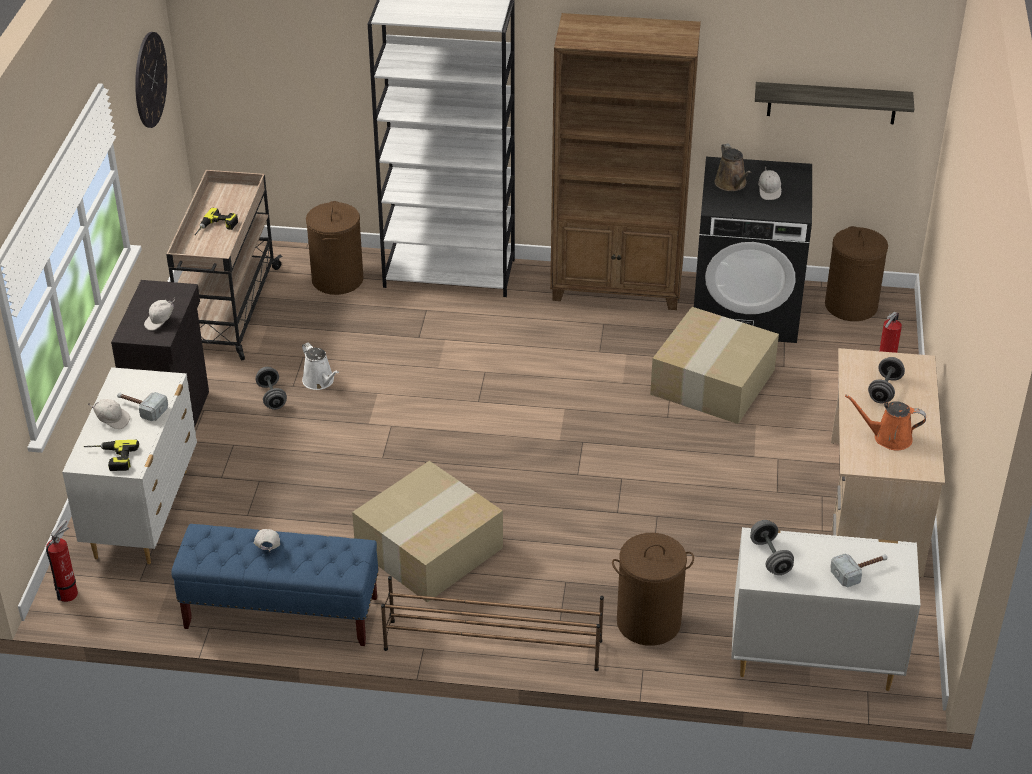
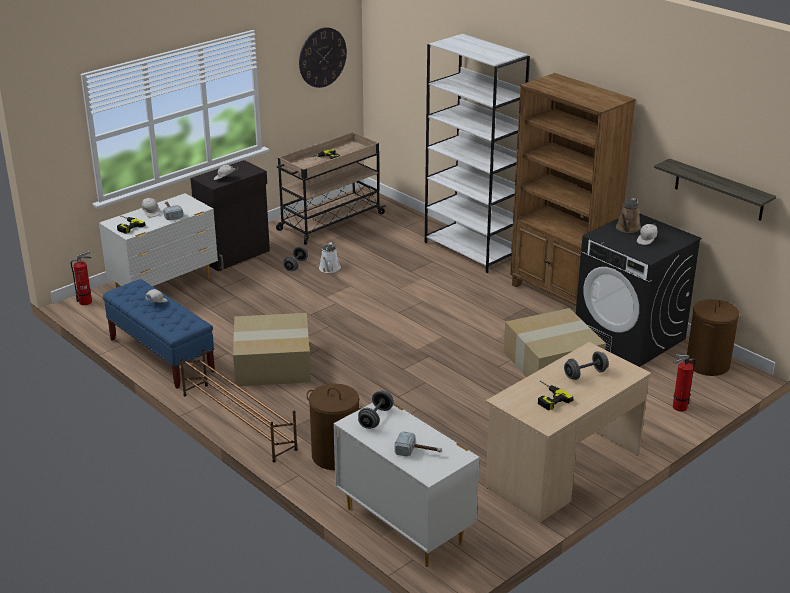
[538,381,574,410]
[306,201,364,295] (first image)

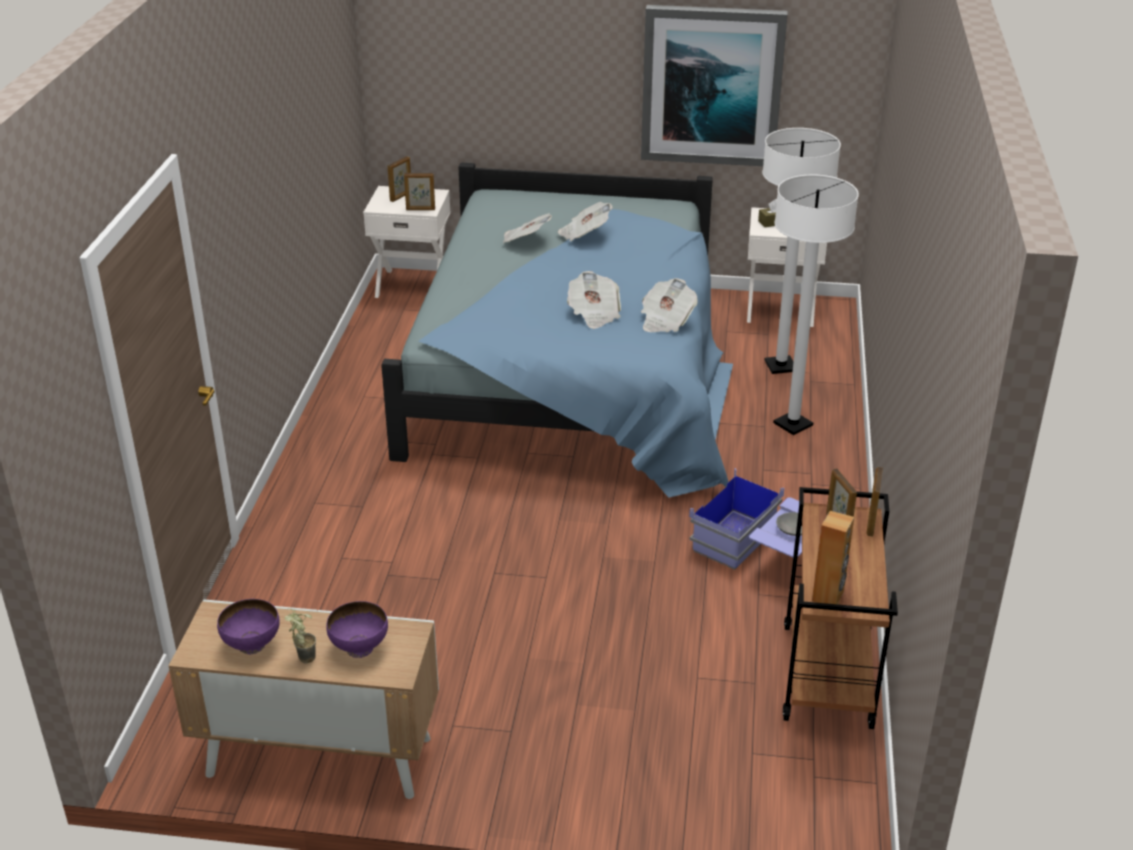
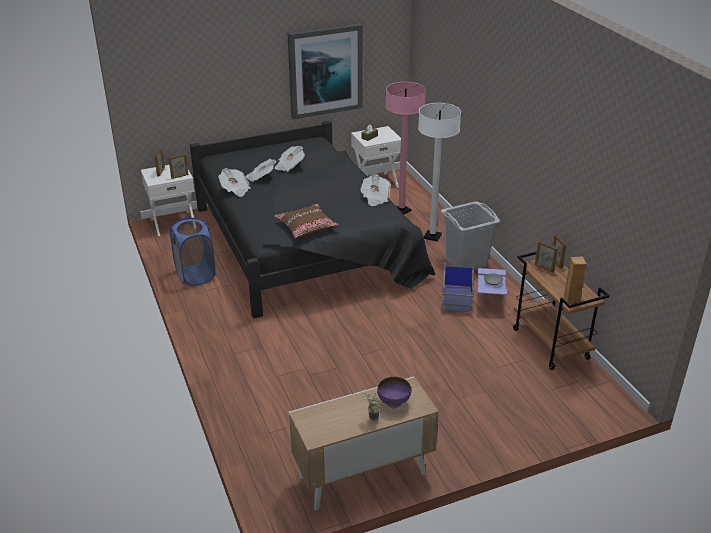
[170,218,215,286]
[190,121,435,318]
[218,168,251,197]
[274,204,339,238]
[385,82,426,215]
[441,201,500,270]
[217,599,280,654] (first image)

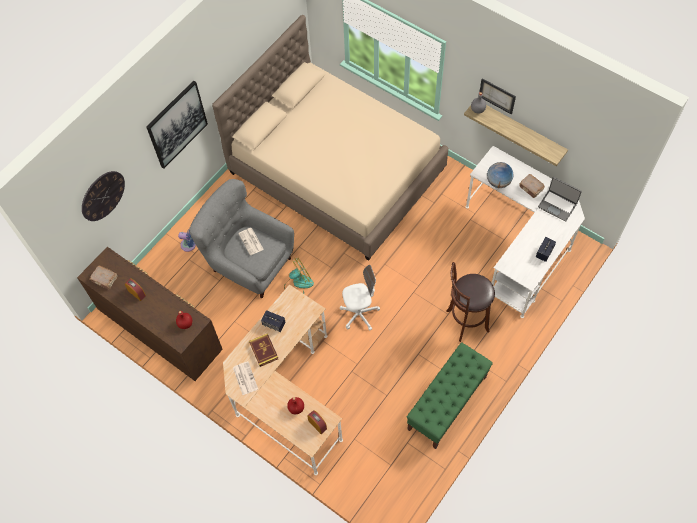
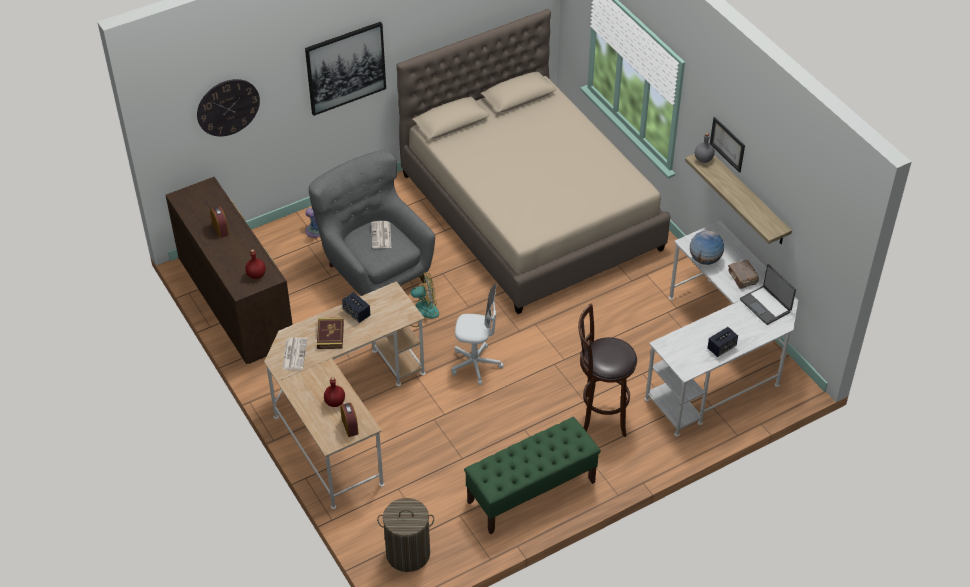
[377,498,434,572]
[89,266,117,289] (first image)

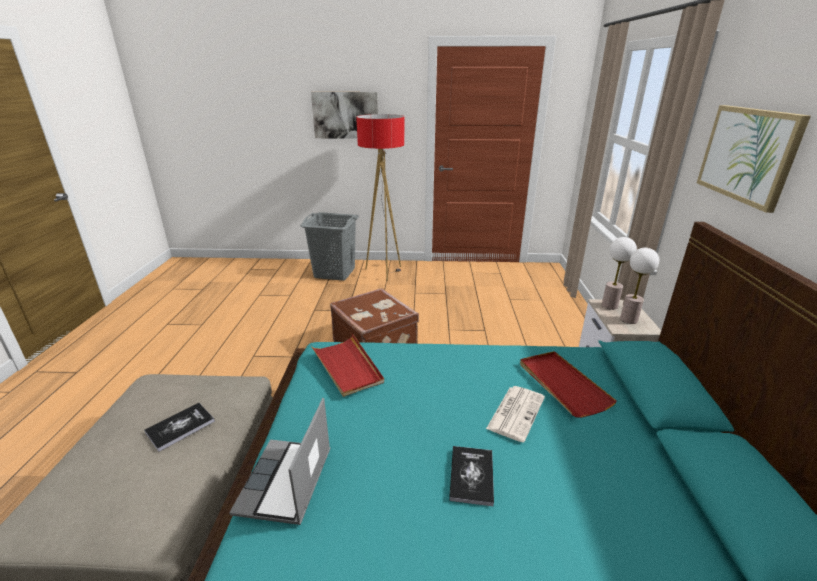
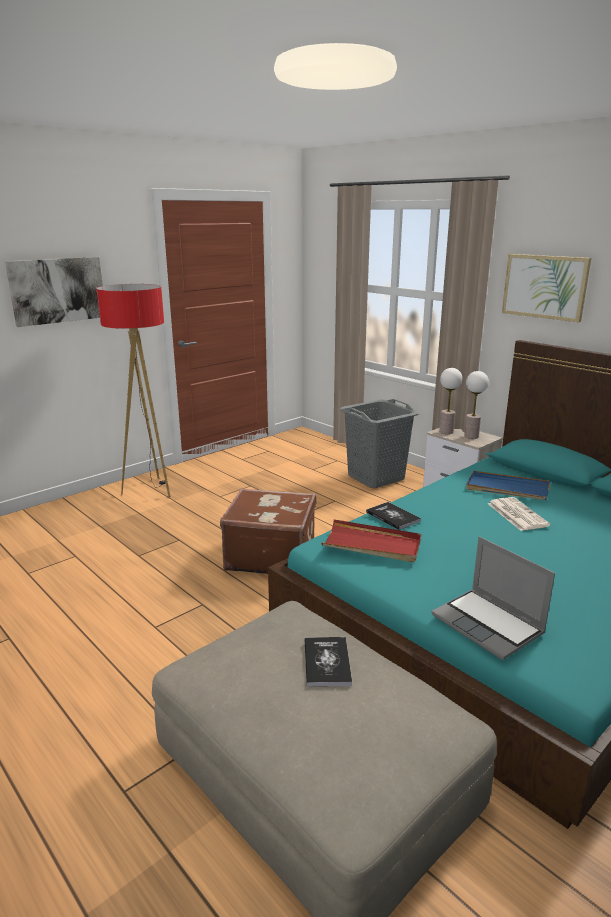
[340,399,419,488]
[366,502,421,530]
[466,471,551,500]

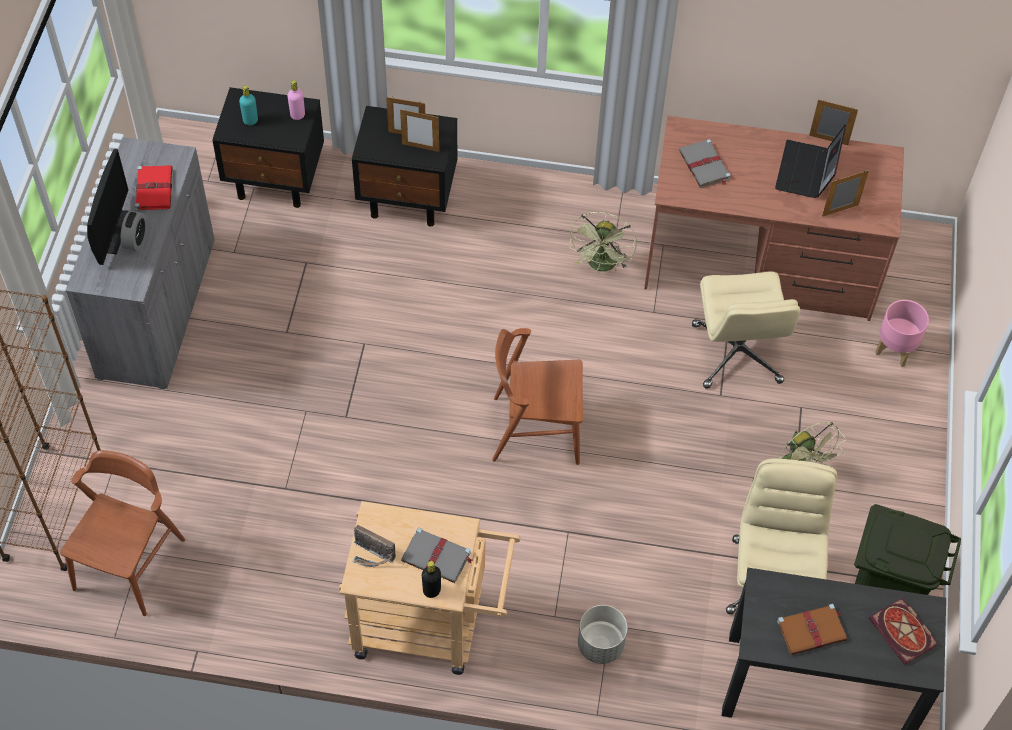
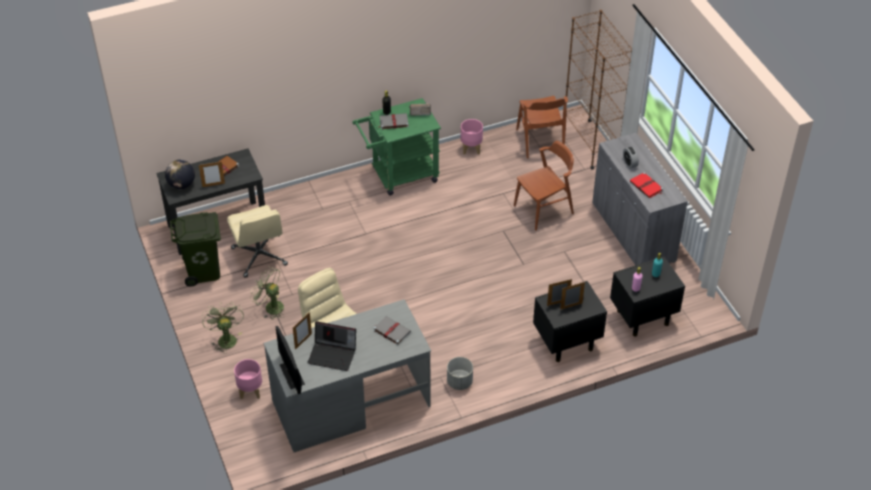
[165,160,195,189]
[199,161,225,187]
[202,301,244,354]
[264,299,431,452]
[275,326,305,394]
[307,321,356,371]
[352,98,441,195]
[447,357,473,390]
[461,119,483,155]
[514,141,574,231]

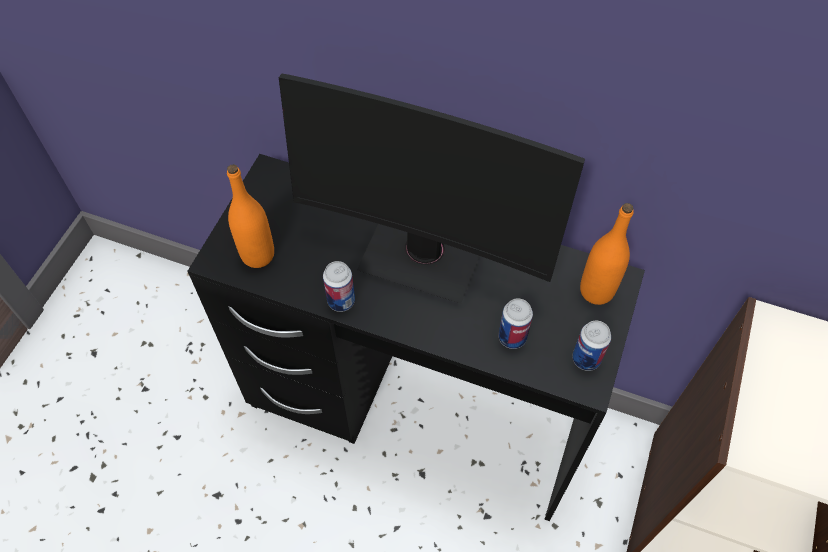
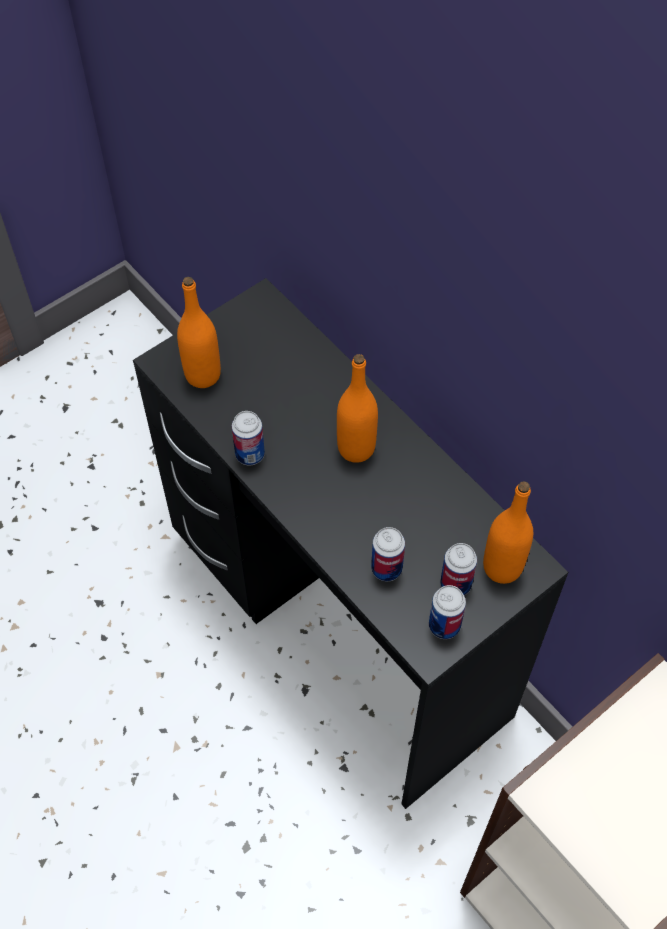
[337,354,378,463]
[440,543,477,595]

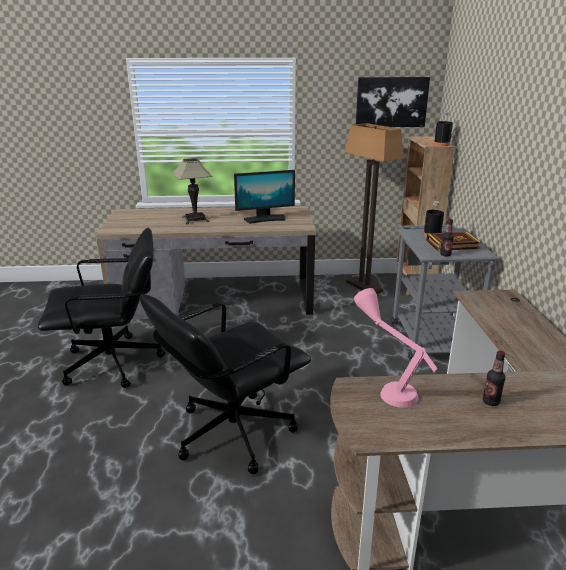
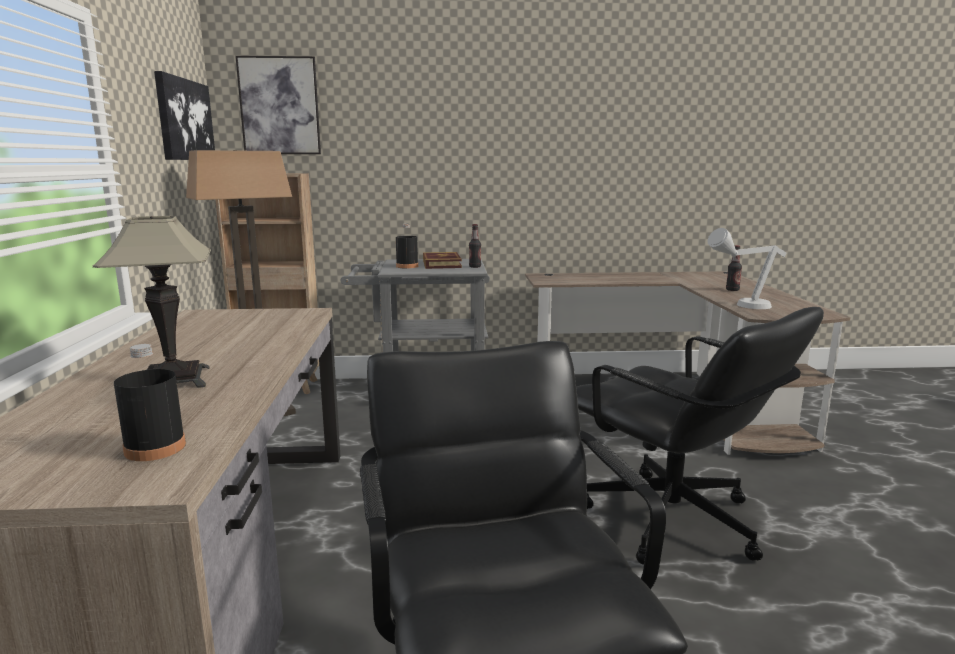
[114,344,186,461]
[235,56,321,154]
[708,228,786,309]
[234,170,295,224] (first image)

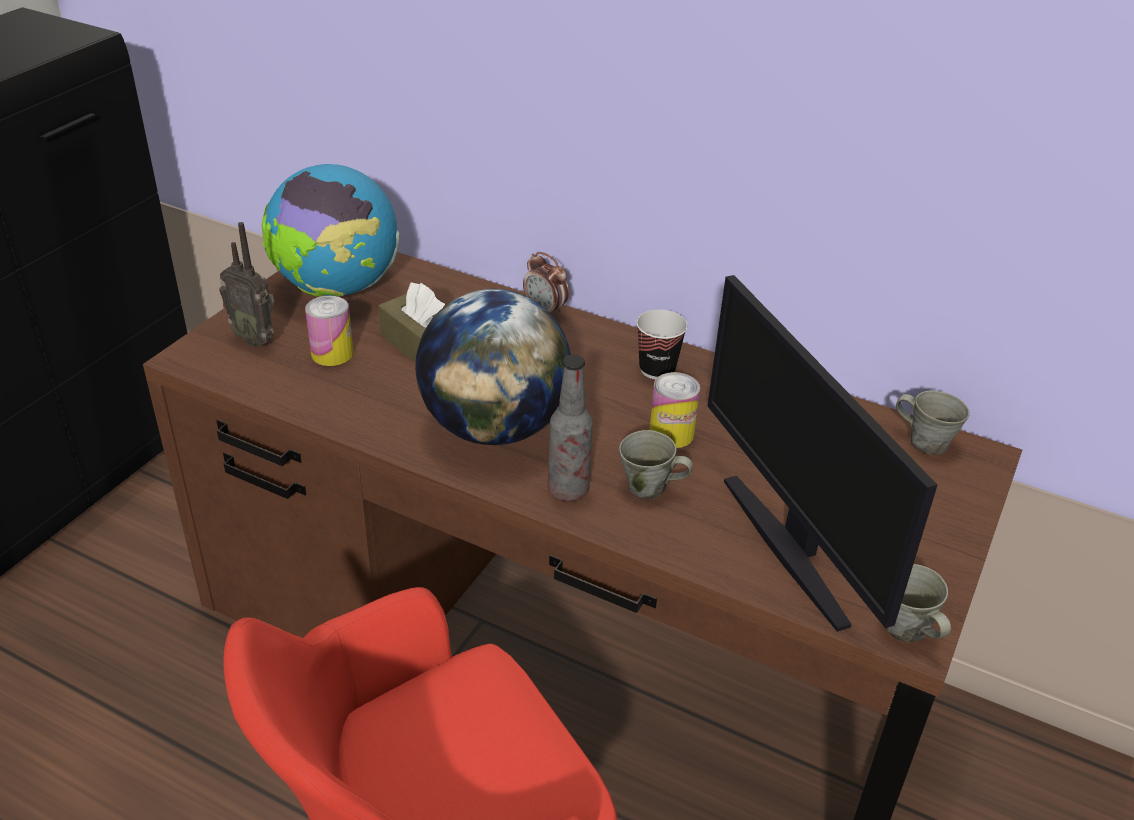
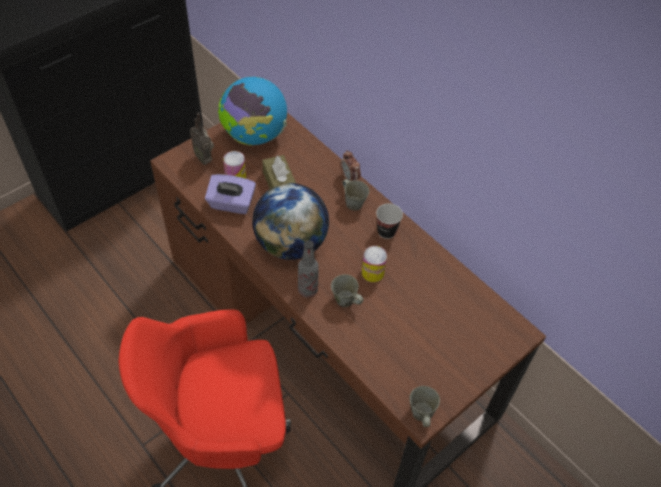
[205,174,256,214]
[343,179,369,211]
[707,275,937,632] (first image)

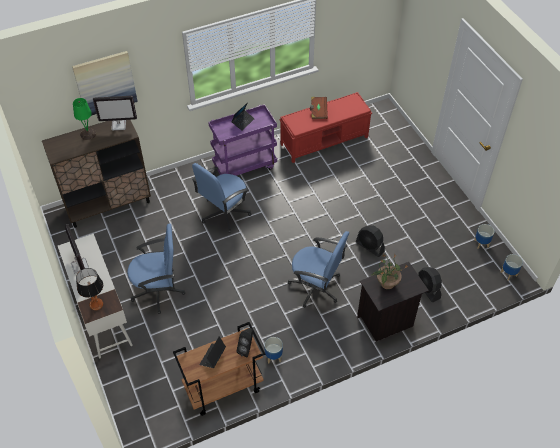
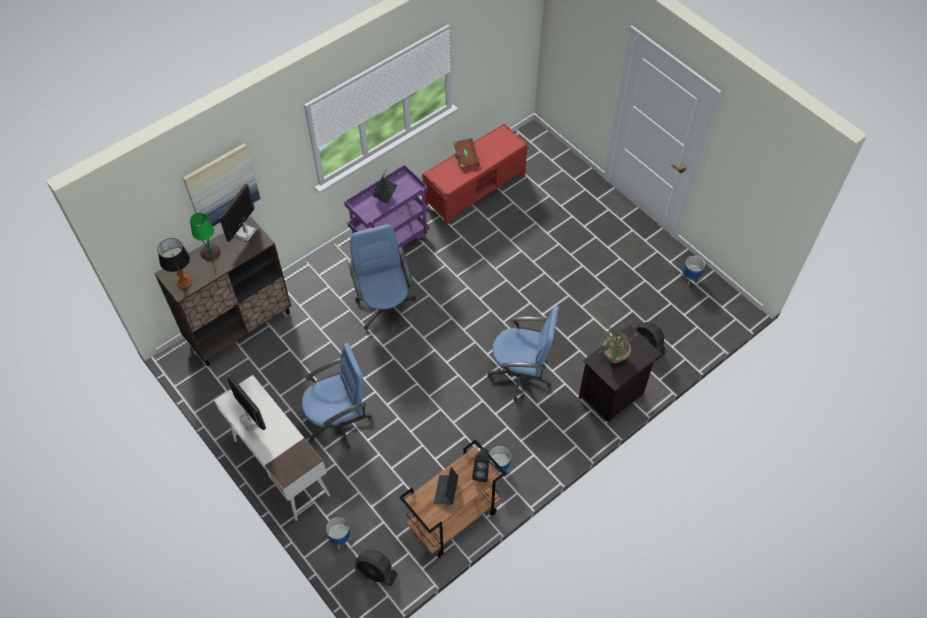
[157,238,192,288]
[219,184,257,242]
[326,517,352,550]
[348,224,416,330]
[355,550,397,586]

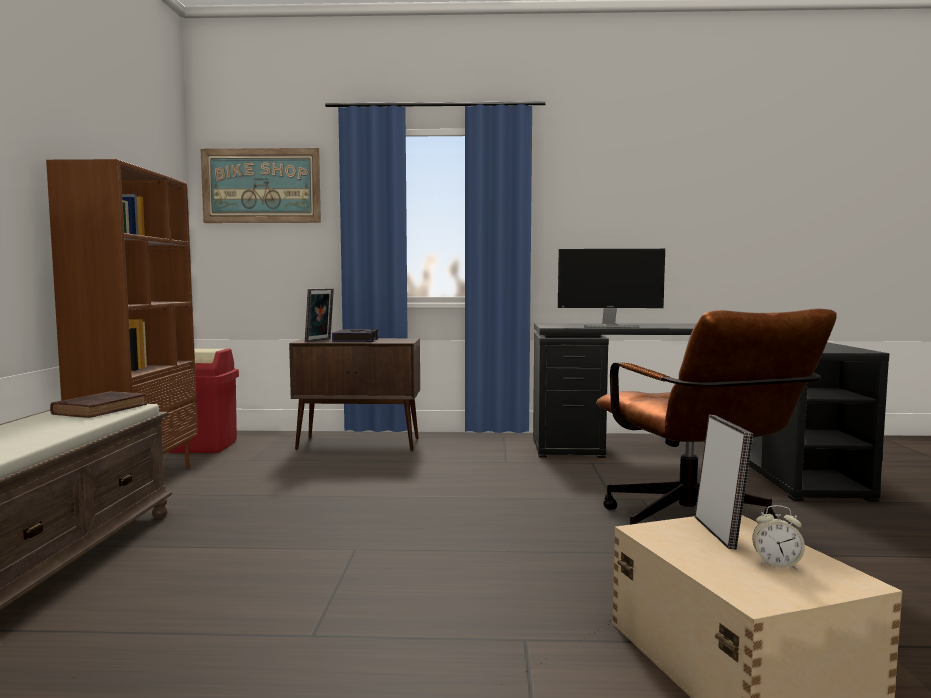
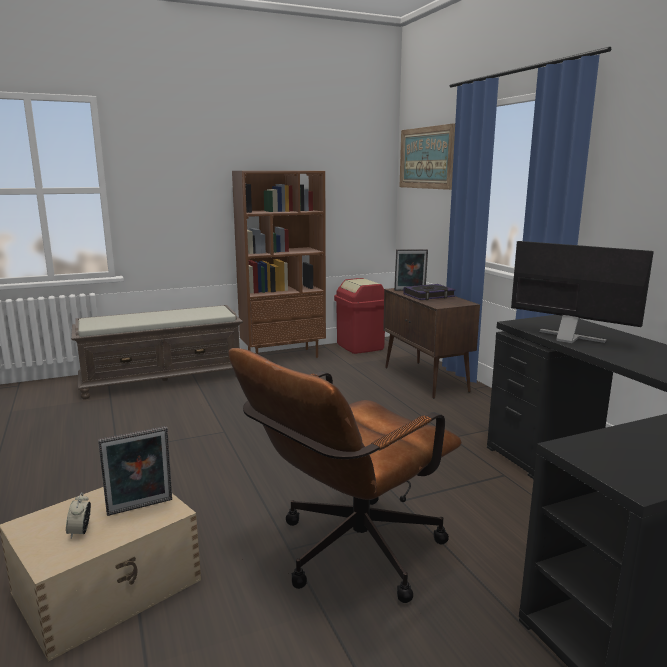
[511,241,654,343]
[50,391,147,418] (first image)

